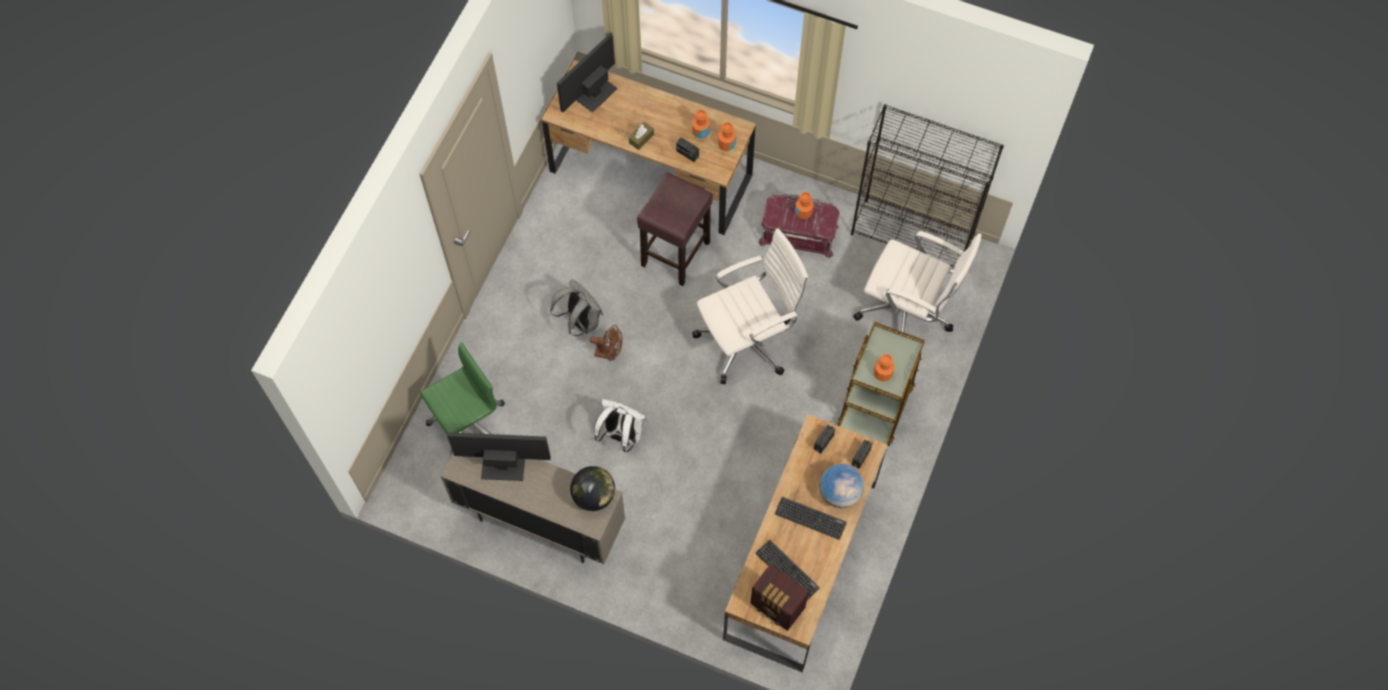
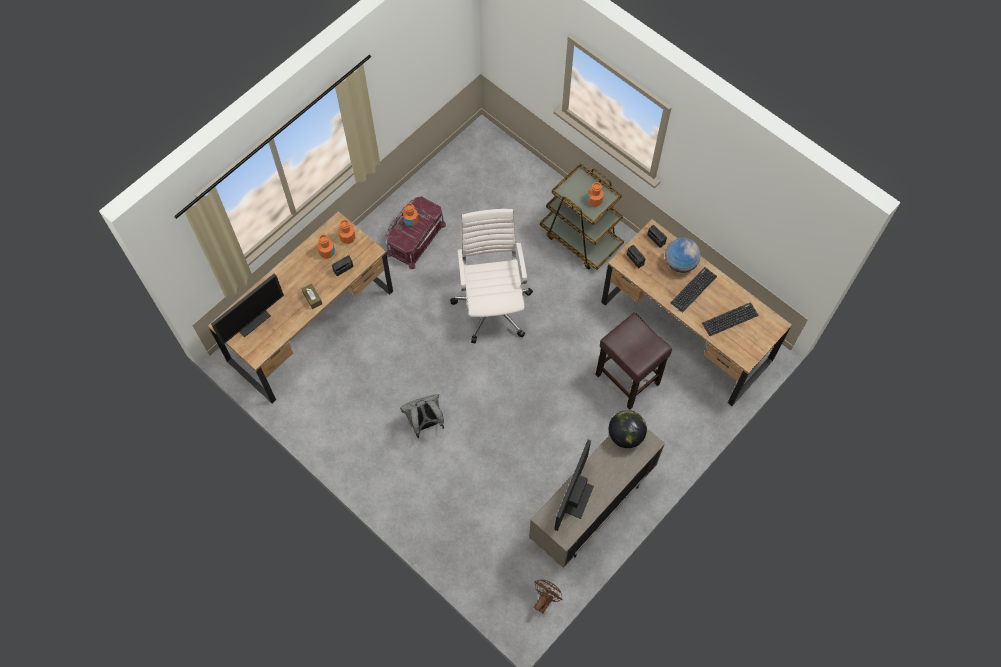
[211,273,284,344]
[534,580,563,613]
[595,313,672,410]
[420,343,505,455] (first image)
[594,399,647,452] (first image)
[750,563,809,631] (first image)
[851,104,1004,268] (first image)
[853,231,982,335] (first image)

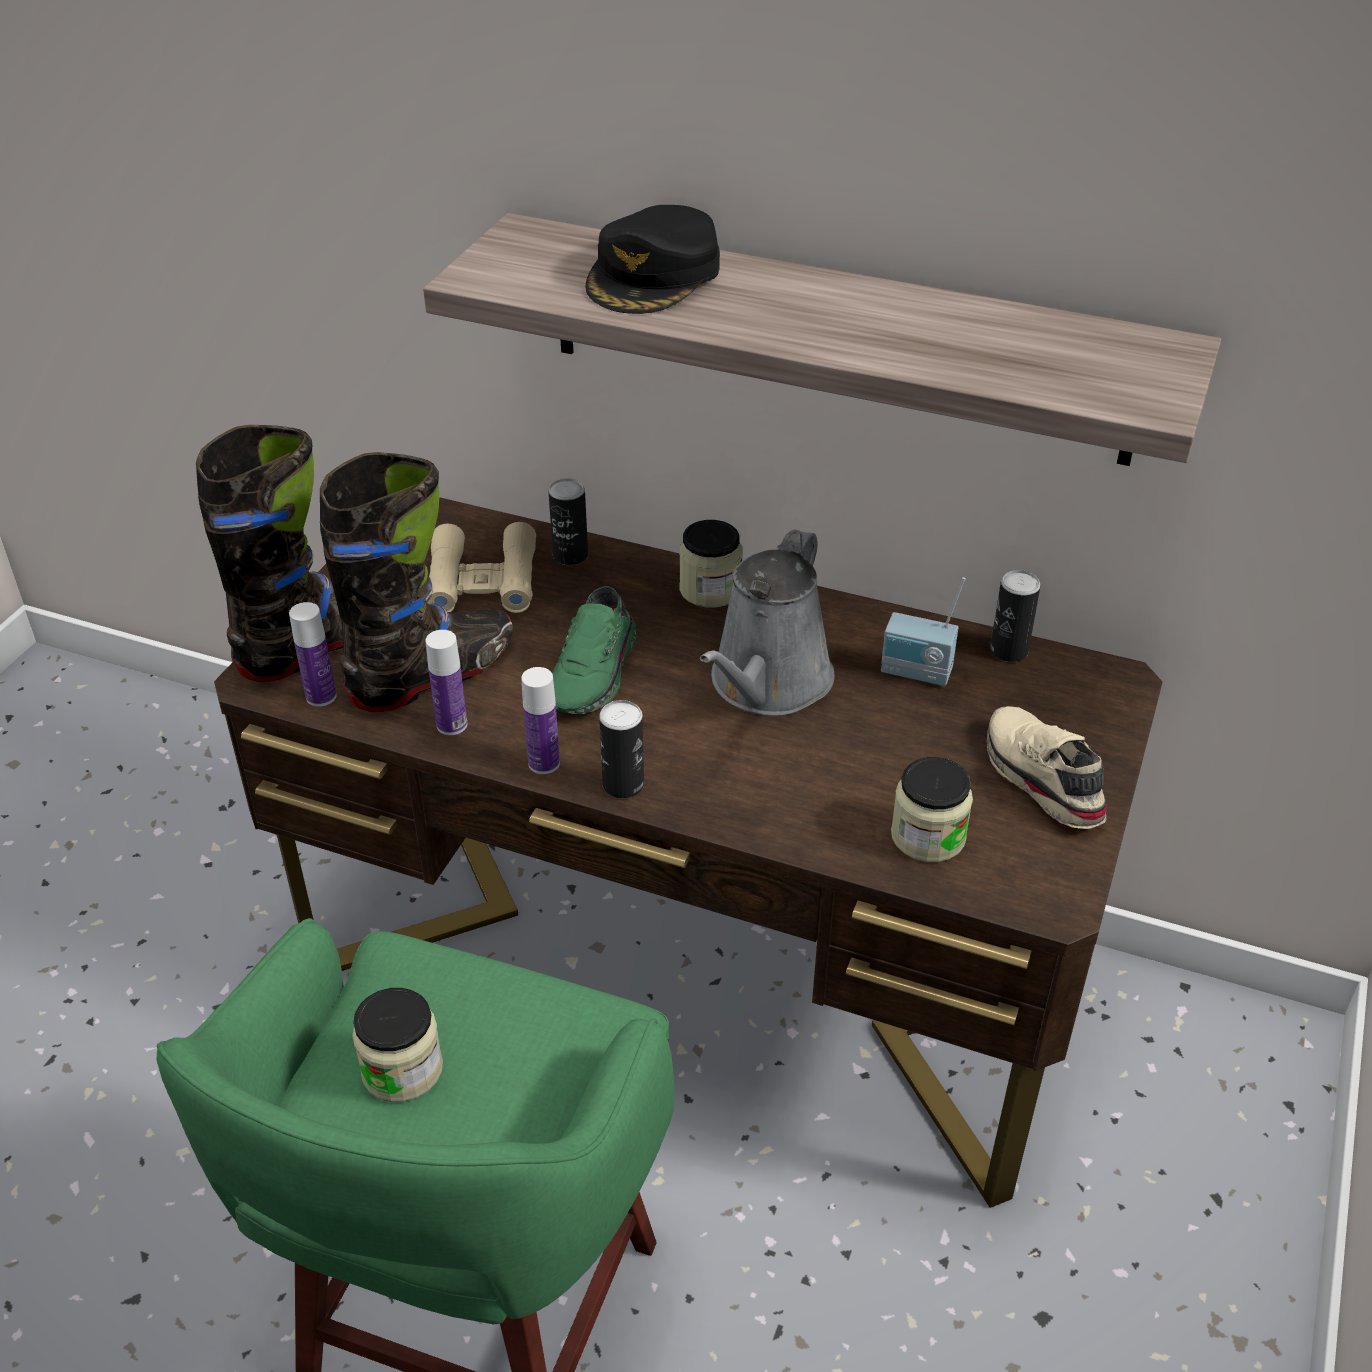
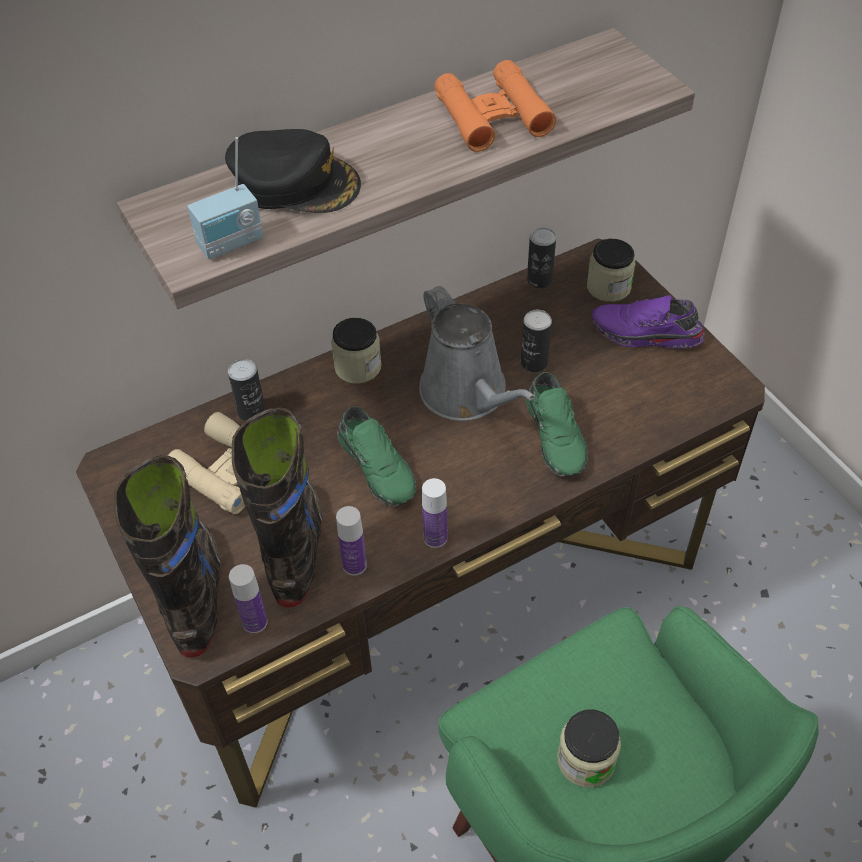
[187,137,263,259]
[225,129,361,213]
[434,60,556,152]
[521,310,552,373]
[526,372,588,476]
[587,239,635,302]
[592,295,704,349]

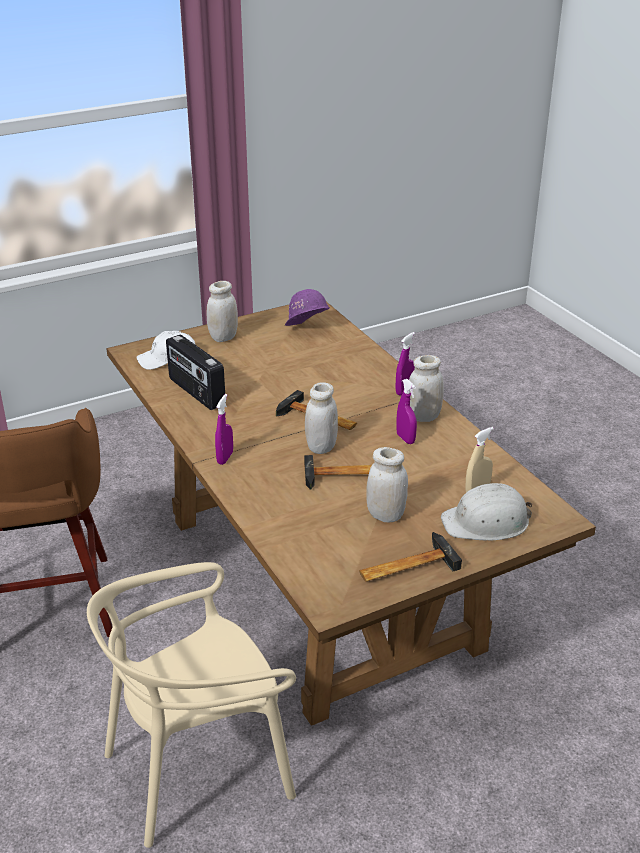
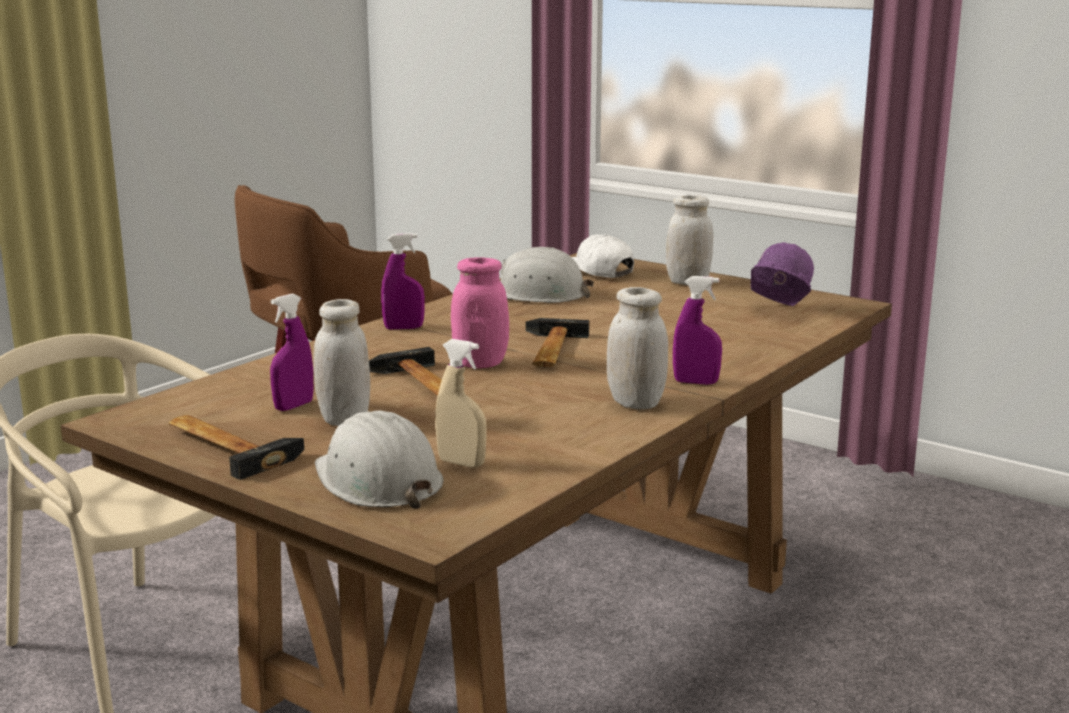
[270,294,313,411]
[451,257,509,368]
[501,247,594,303]

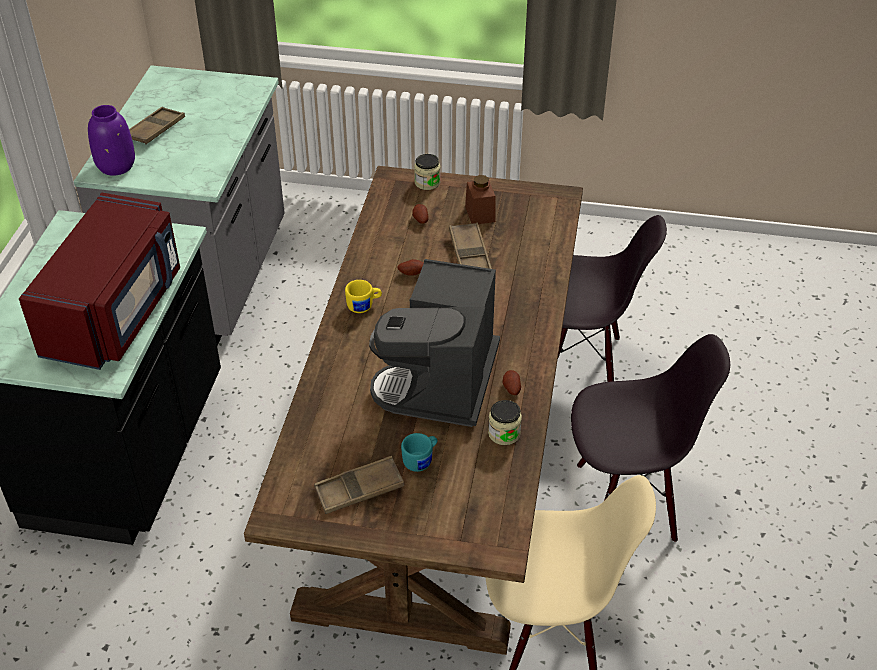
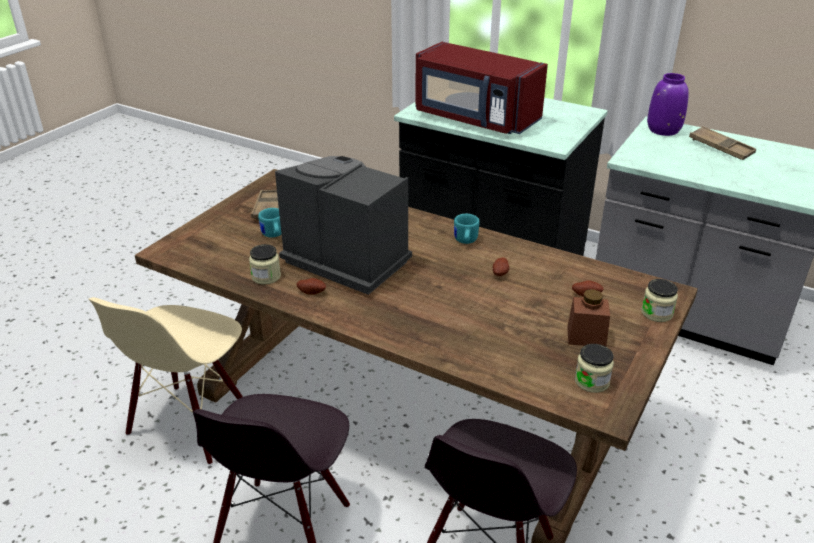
[454,214,480,244]
[575,344,614,393]
[449,223,492,269] (first image)

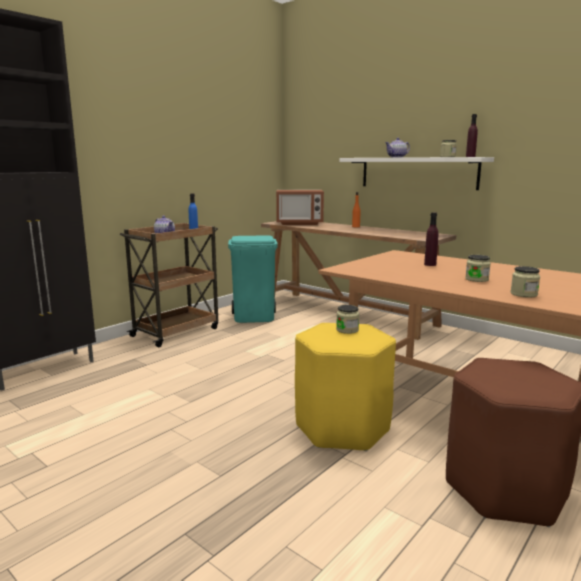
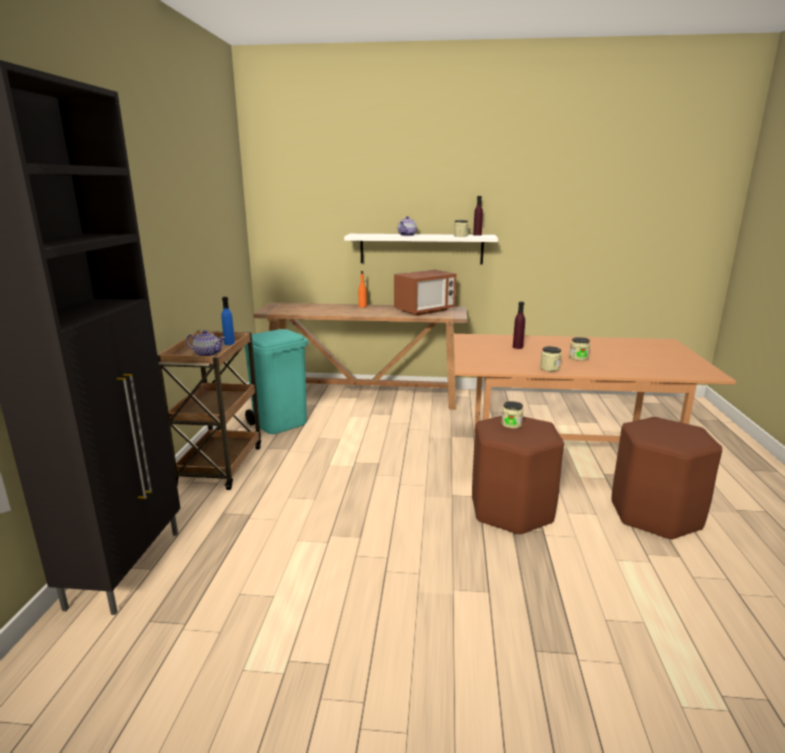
[394,270,456,316]
[472,416,564,535]
[540,346,562,371]

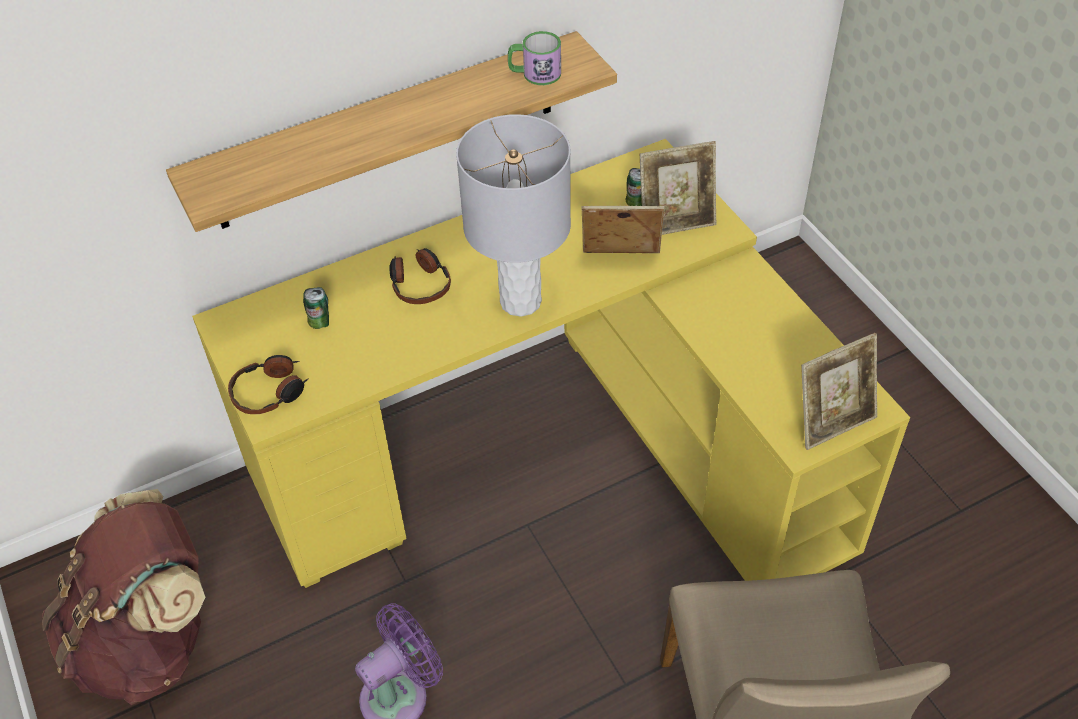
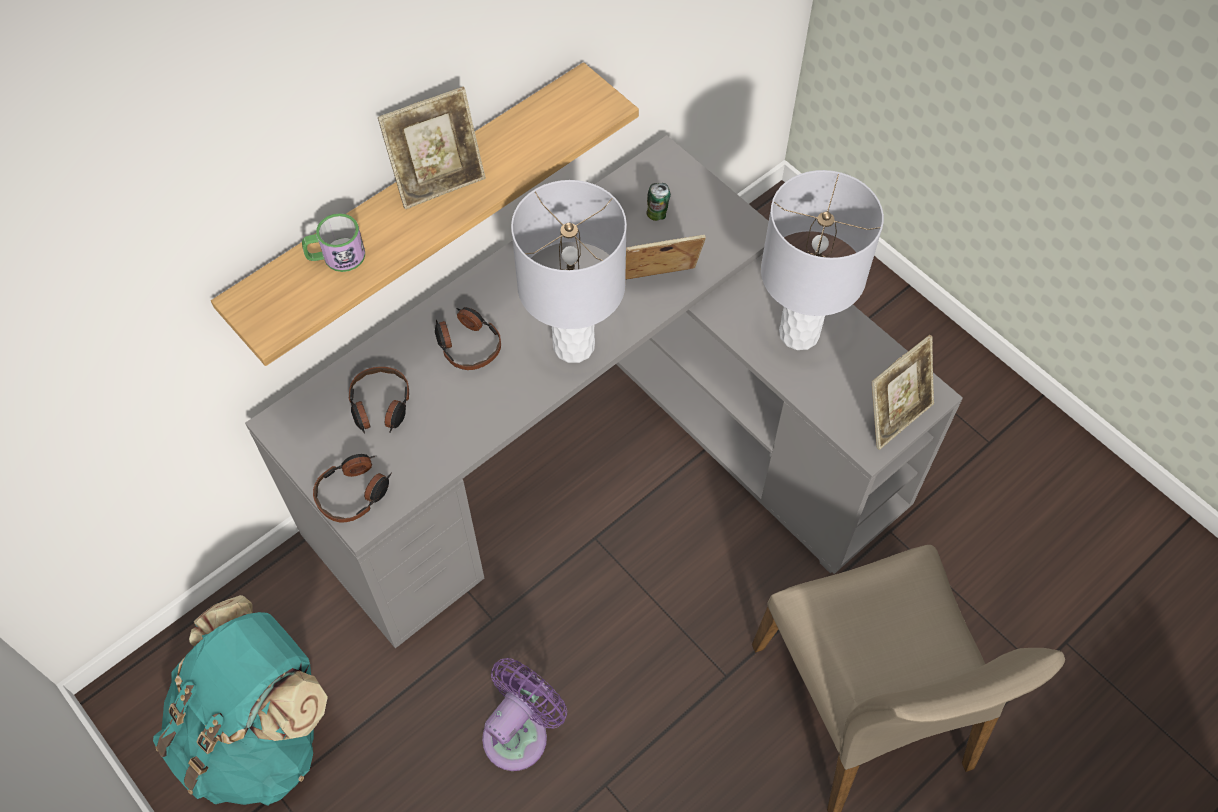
[153,595,328,806]
[245,135,963,648]
[302,213,365,272]
[349,367,409,434]
[378,87,486,209]
[761,170,884,350]

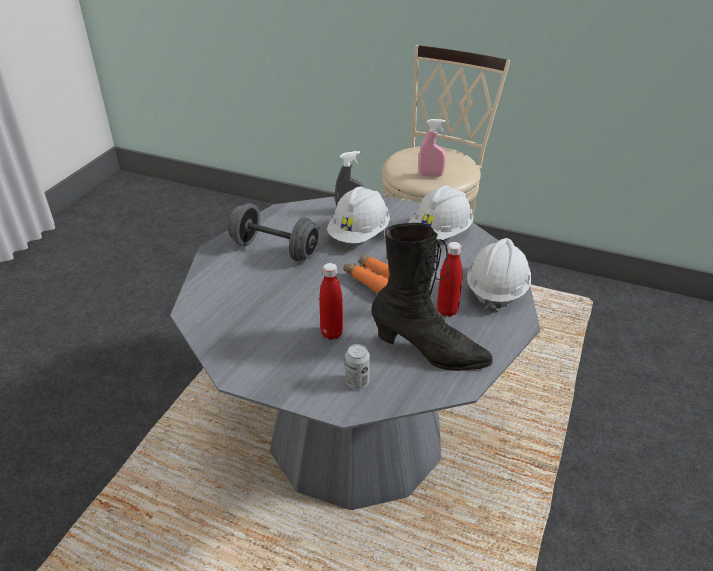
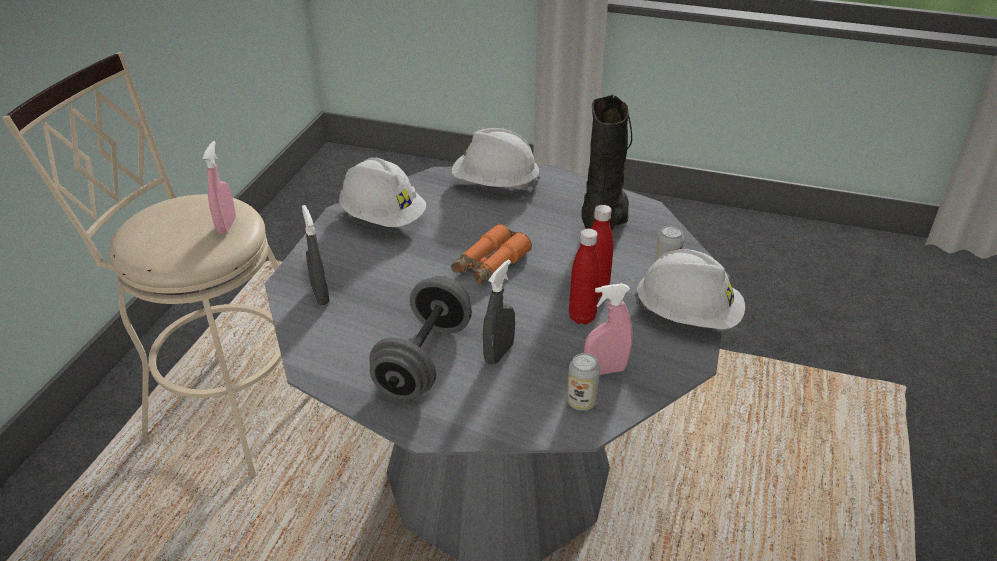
[483,260,515,365]
[567,353,600,411]
[569,229,600,325]
[584,283,633,375]
[634,249,745,330]

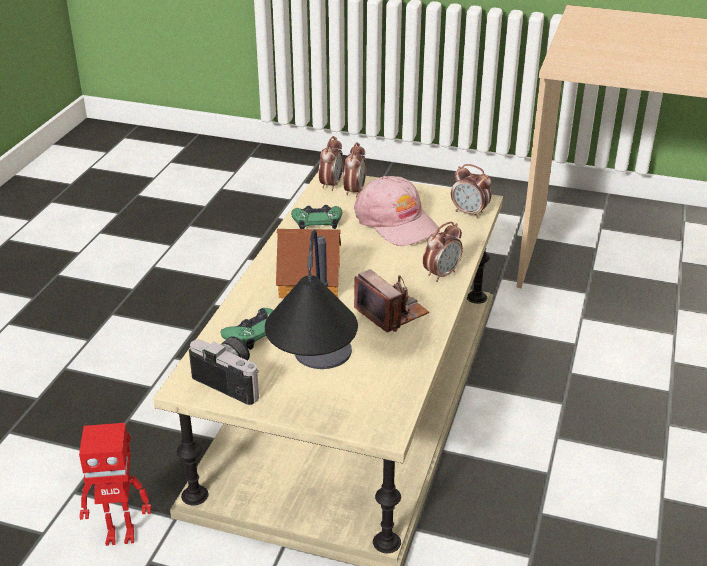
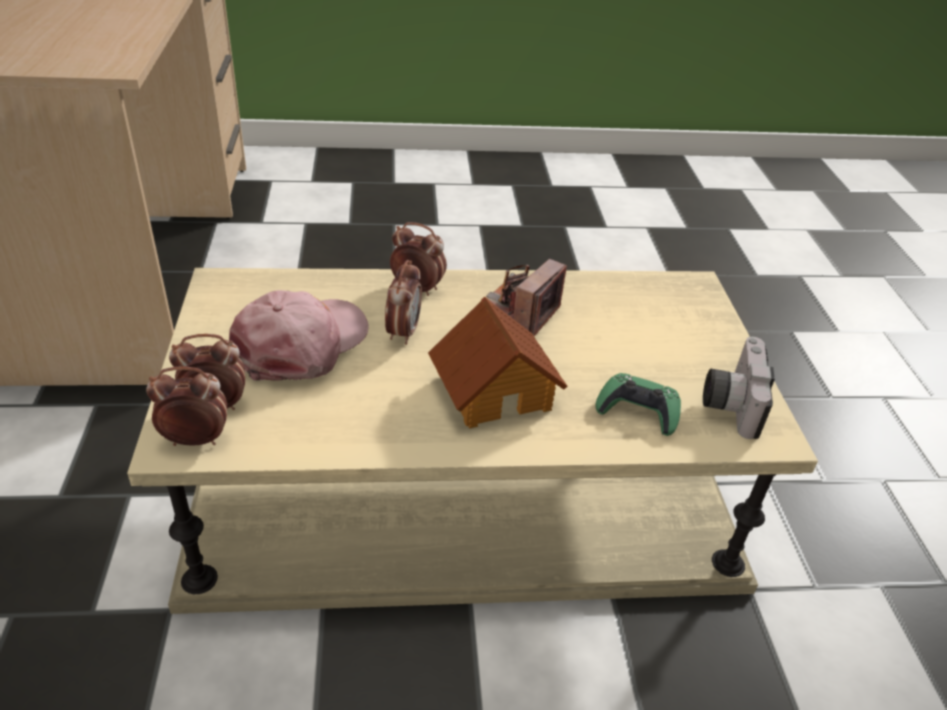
[385,260,422,345]
[79,423,151,546] (first image)
[265,230,358,369] (first image)
[291,205,342,229] (first image)

